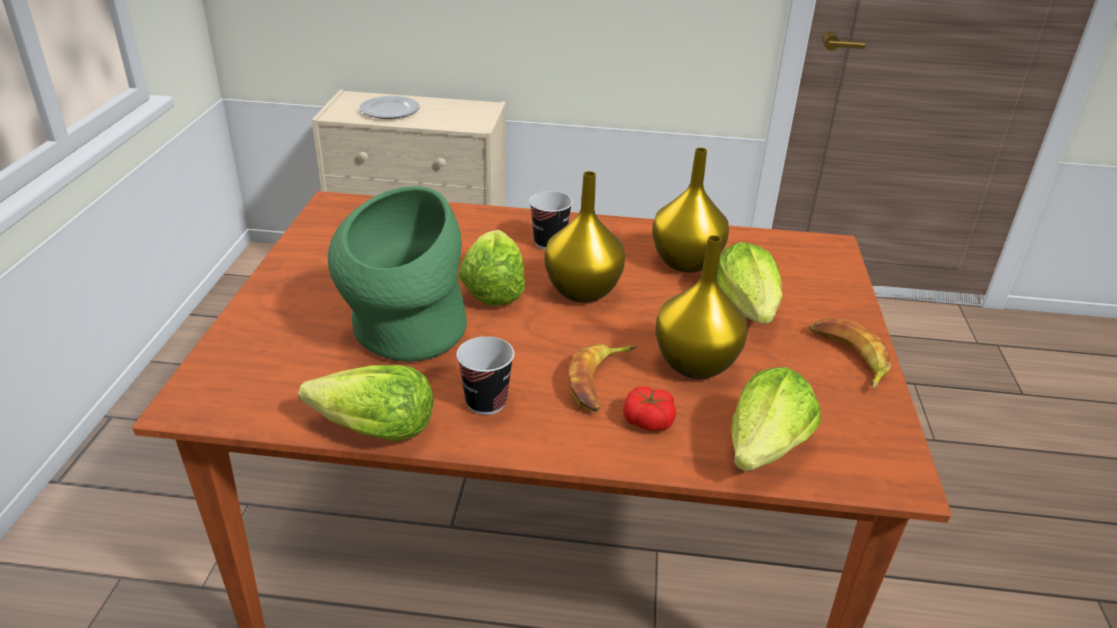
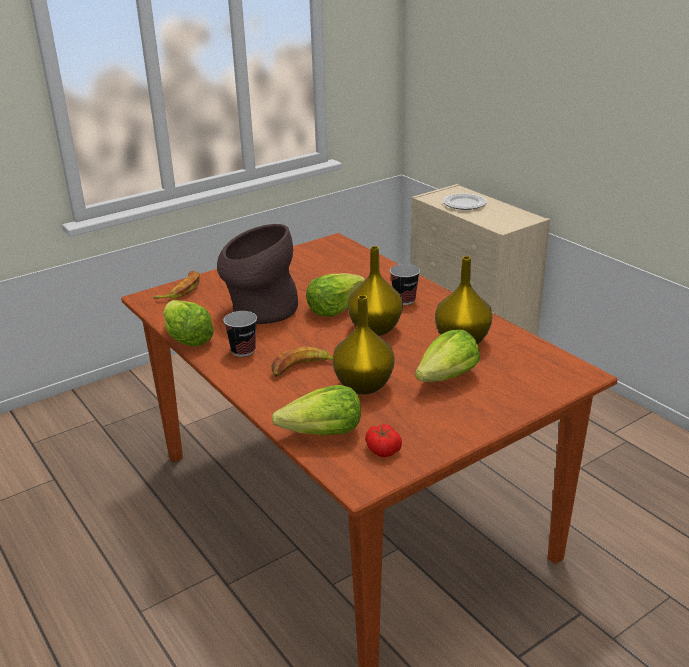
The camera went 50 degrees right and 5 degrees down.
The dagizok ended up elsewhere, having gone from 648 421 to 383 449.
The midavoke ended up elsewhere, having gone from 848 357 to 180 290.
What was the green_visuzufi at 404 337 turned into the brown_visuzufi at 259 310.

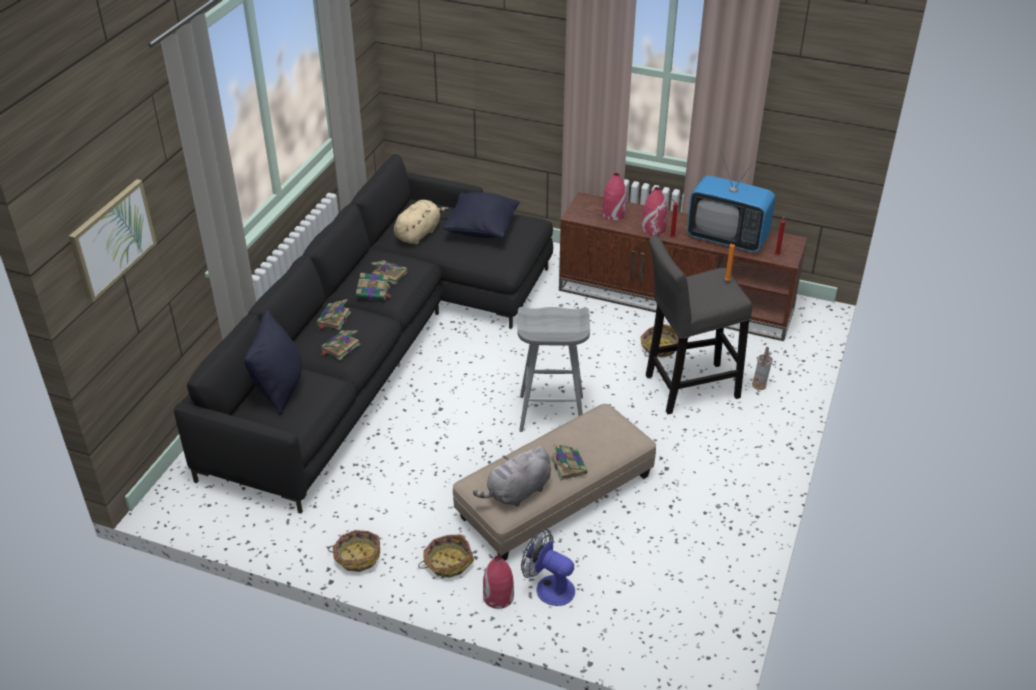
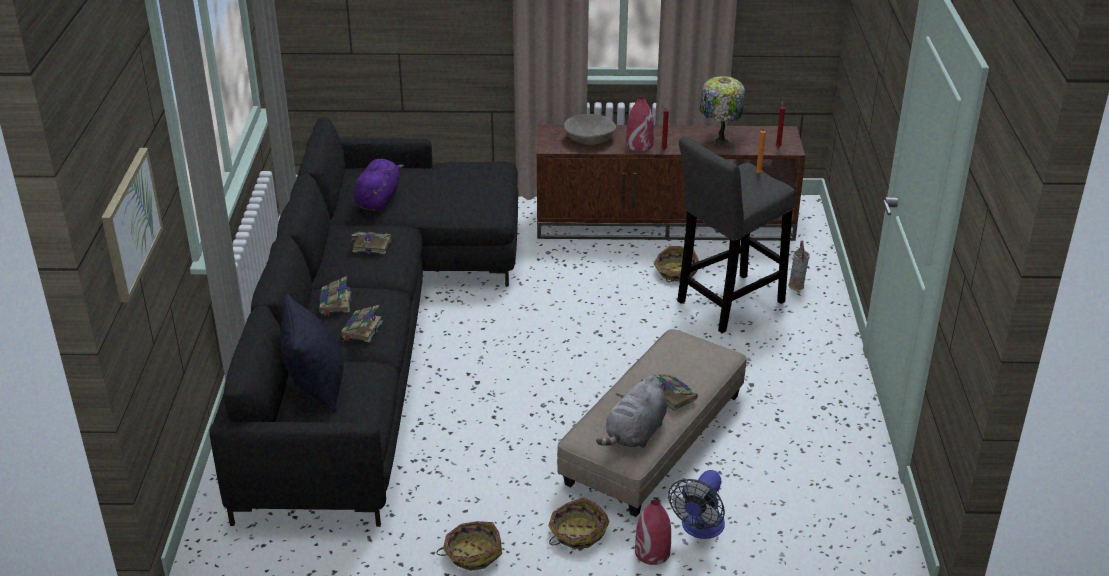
The camera went 20 degrees left and 5 degrees down.
The second view lost the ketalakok at 374 292.
The second view lost the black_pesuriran at 482 230.
The second view lost the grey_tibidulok at 550 414.
Where the red_visuzufi stood at 613 214, the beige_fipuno came to stand at 589 138.
Where the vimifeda stood at 727 238, the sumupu came to stand at 719 140.
What was the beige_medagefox at 418 233 turned into the purple_medagefox at 378 199.
The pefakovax at 549 587 ended up facing another way, 75 degrees counterclockwise from before.

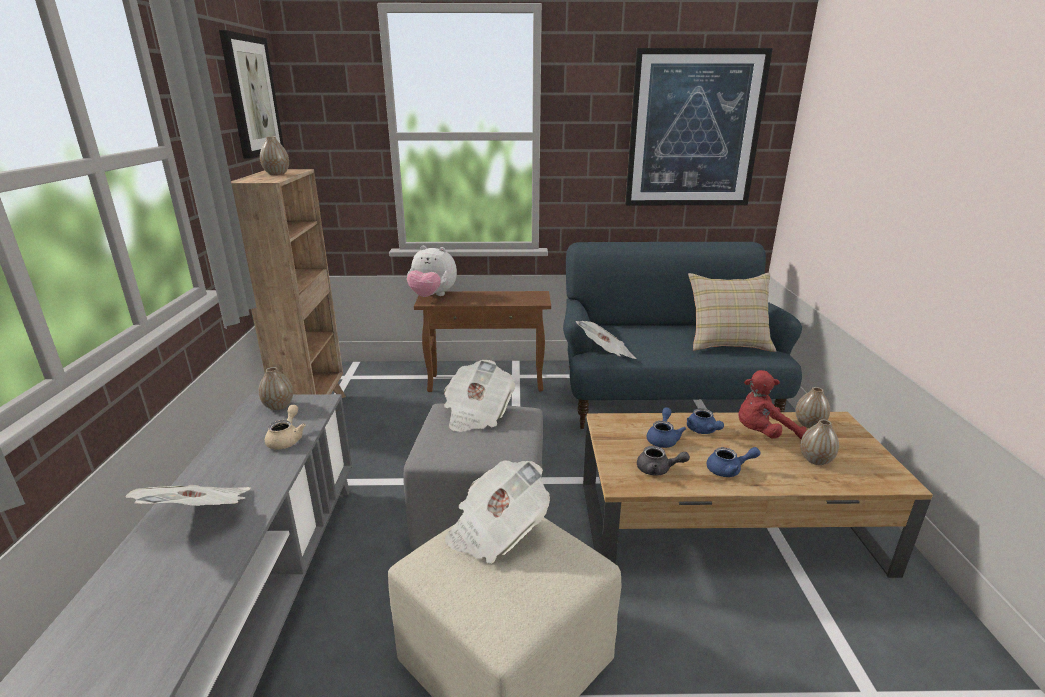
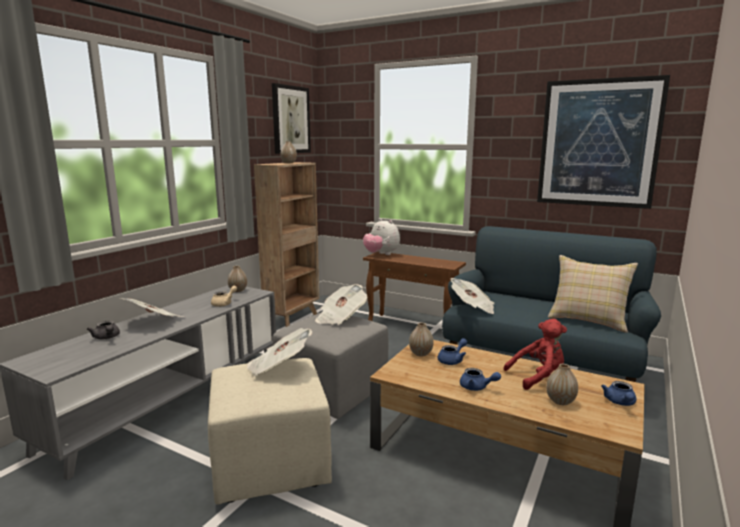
The camera went 30 degrees right and 10 degrees down.
The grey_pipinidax ended up elsewhere, having gone from 658 470 to 107 338.
The blue_pipinidax ended up elsewhere, having gone from 703 431 to 620 403.
The visuzufi ended up elsewhere, having gone from 809 424 to 420 354.
The red_medagefox at 762 434 ended up facing another way, 150 degrees clockwise from before.

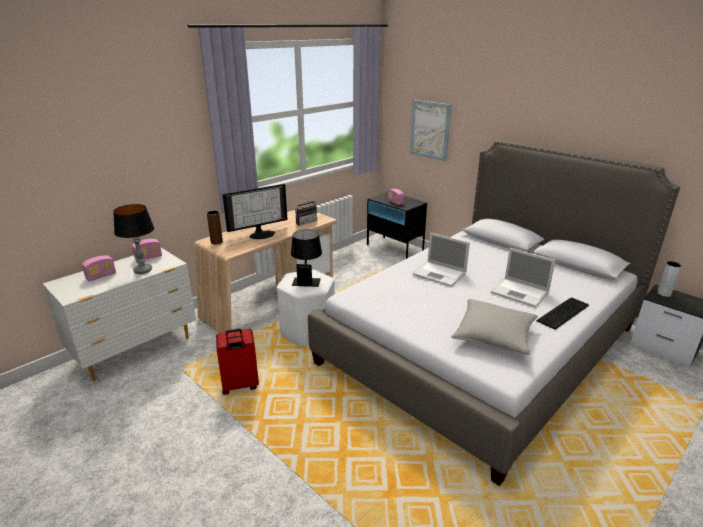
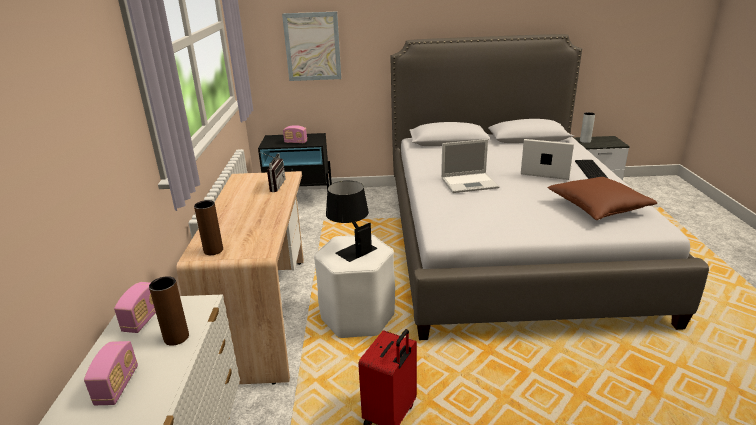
The camera went 45 degrees left and 0 degrees up.
The second view lost the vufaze at 261 234.
Where the sumupu stood at 143 270, the brown_visuzufi came to stand at 176 337.
What was the grey_pesuriran at 494 336 turned into the brown_pesuriran at 598 208.
The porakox at 521 293 ended up facing another way, 150 degrees counterclockwise from before.

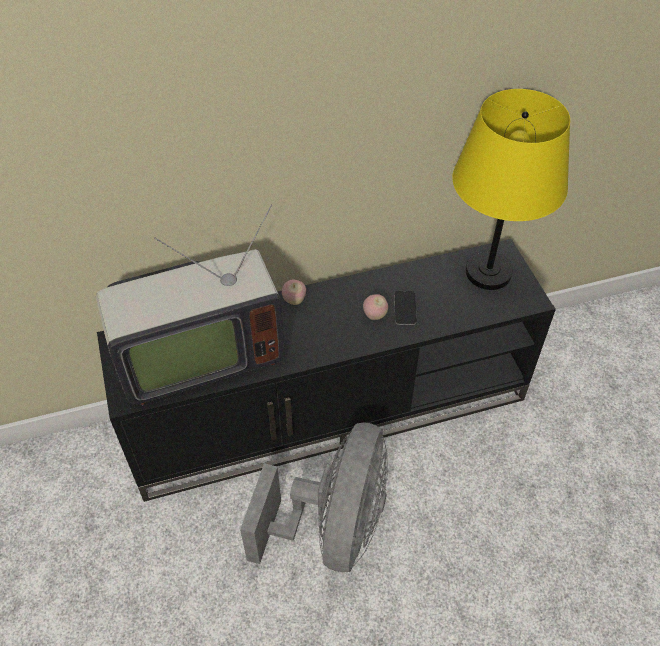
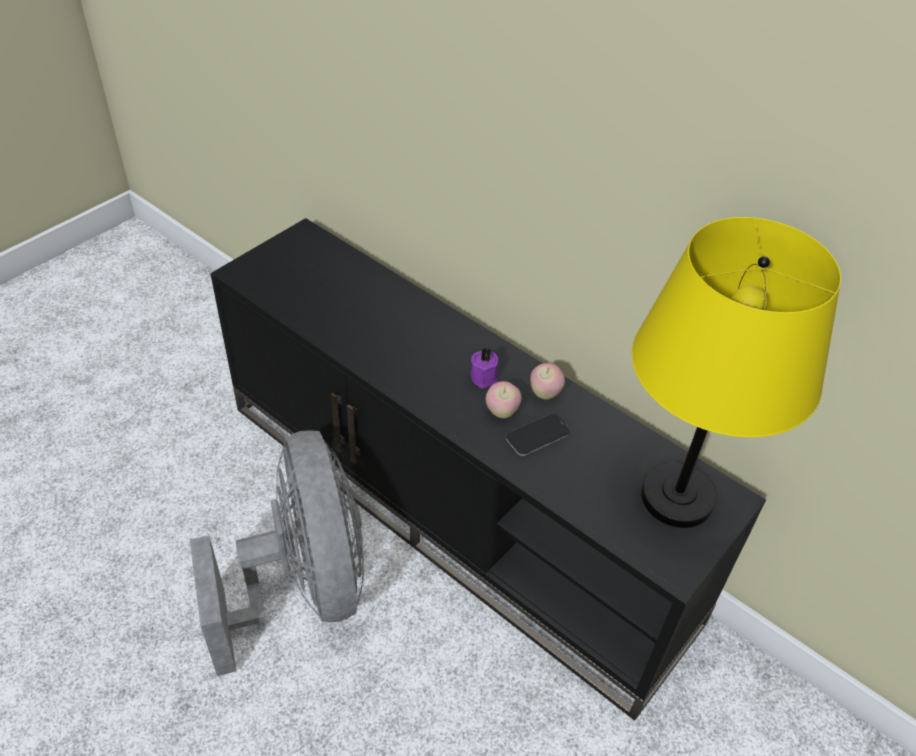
The camera went 55 degrees right and 5 degrees down.
The second view lost the vimifeda at 196 356.
The second view gained the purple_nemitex at 485 377.
The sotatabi ended up elsewhere, having gone from 294 300 to 545 393.
The grey_pefakovax at 333 527 ended up facing another way, 90 degrees counterclockwise from before.

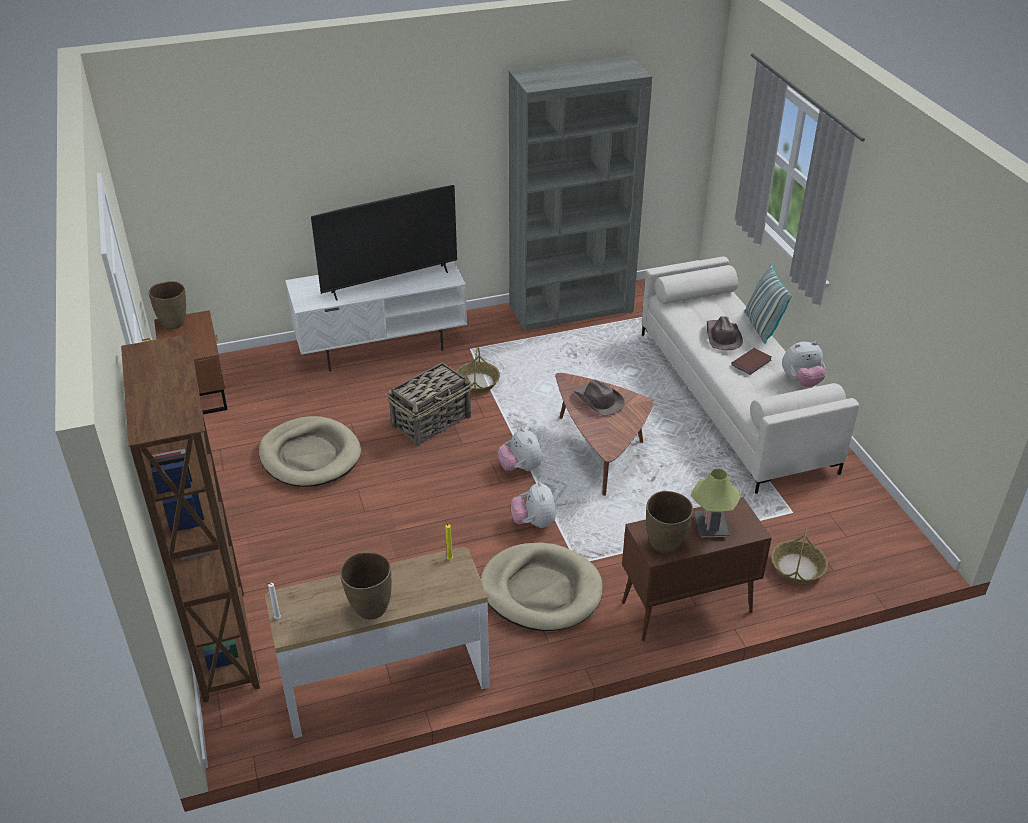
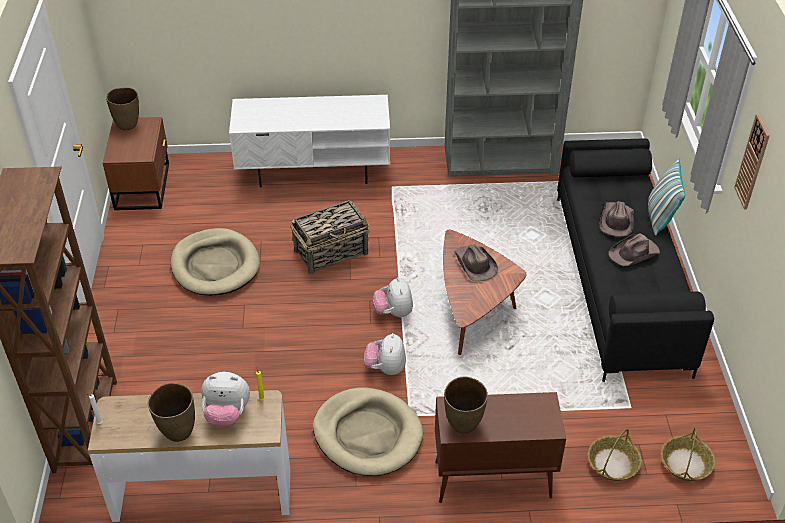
The camera went 15 degrees right and 5 degrees up.
The second view lost the vimifeda at 390 282.
The second view lost the sumupu at 710 526.
The second view gained the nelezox at 752 162.
The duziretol ended up elsewhere, having gone from 477 382 to 685 463.
The medagefox ended up elsewhere, having gone from 801 381 to 227 414.
Where the brown_ketalakok stood at 752 362, the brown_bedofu came to stand at 634 253.
What was the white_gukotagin at 734 399 turned into the black_gukotagin at 620 282.

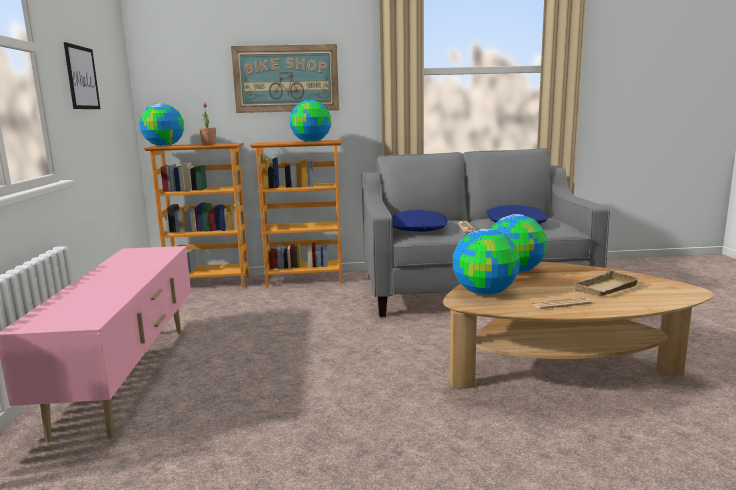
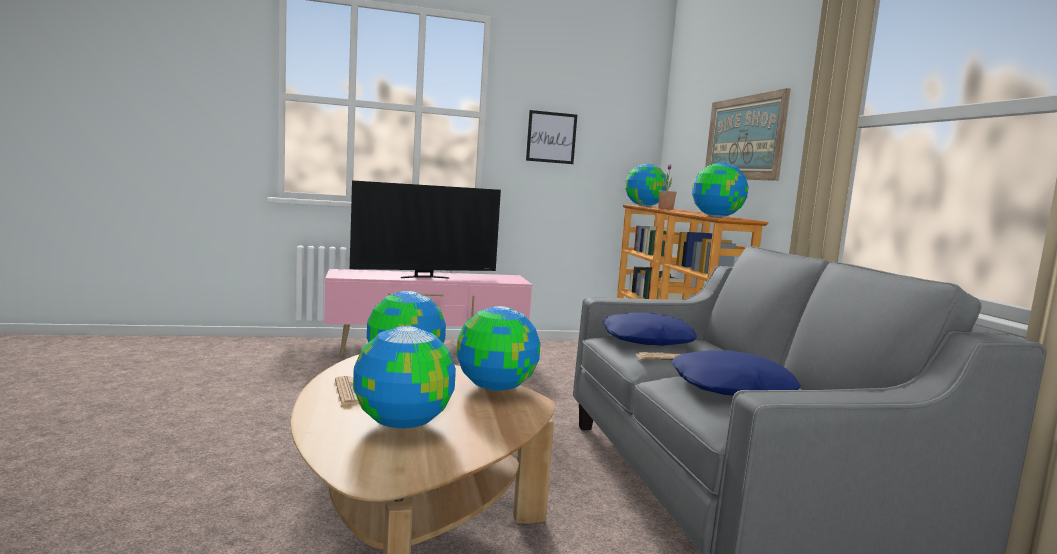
The camera went 80 degrees right and 5 degrees down.
The second view gained the vimifeda at 424 277.
Where the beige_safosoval stood at 607 289, the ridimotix came to stand at 402 424.

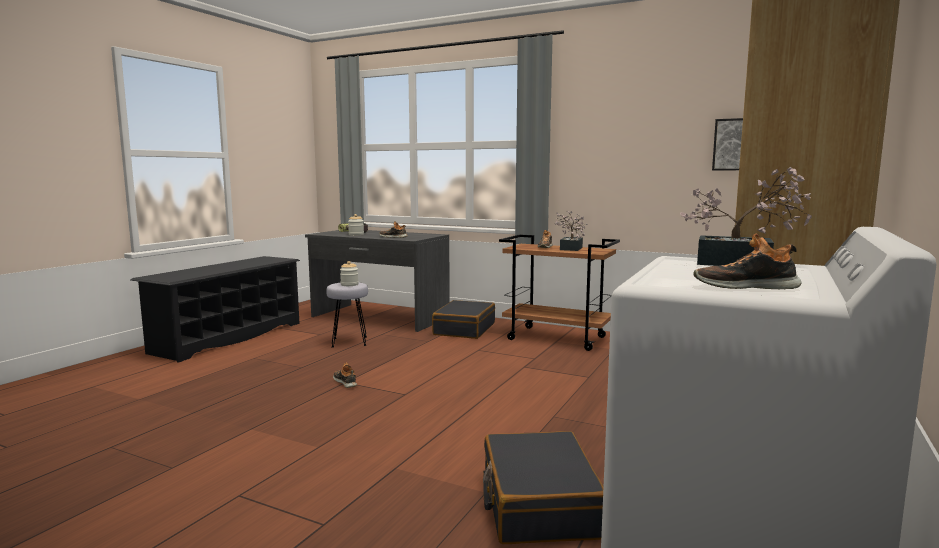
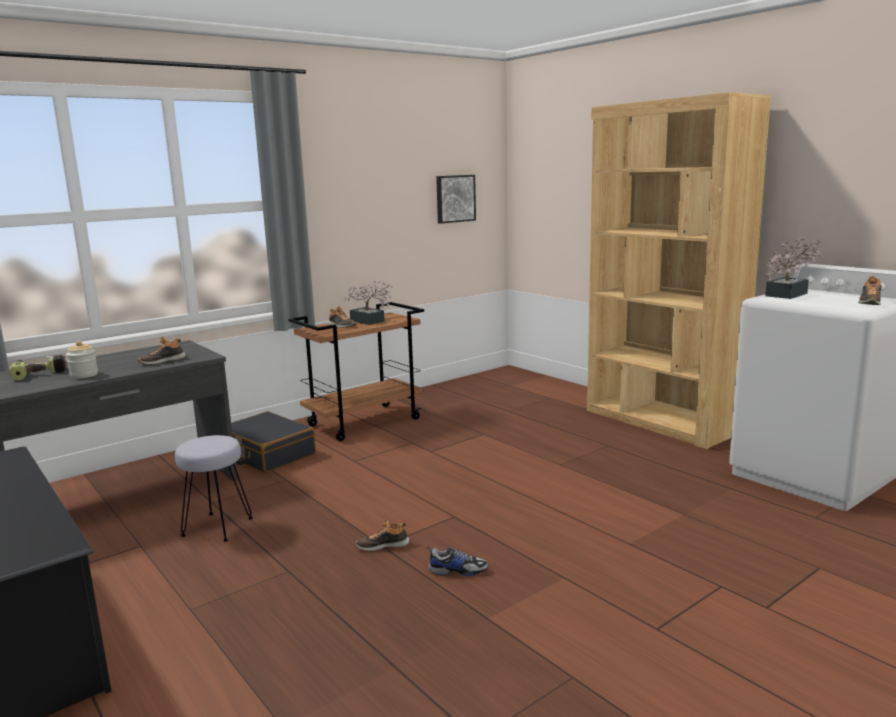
The camera went 65 degrees left and 5 degrees up.
The second view lost the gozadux at 349 285.
The second view lost the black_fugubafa at 538 504.
The second view gained the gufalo at 458 570.

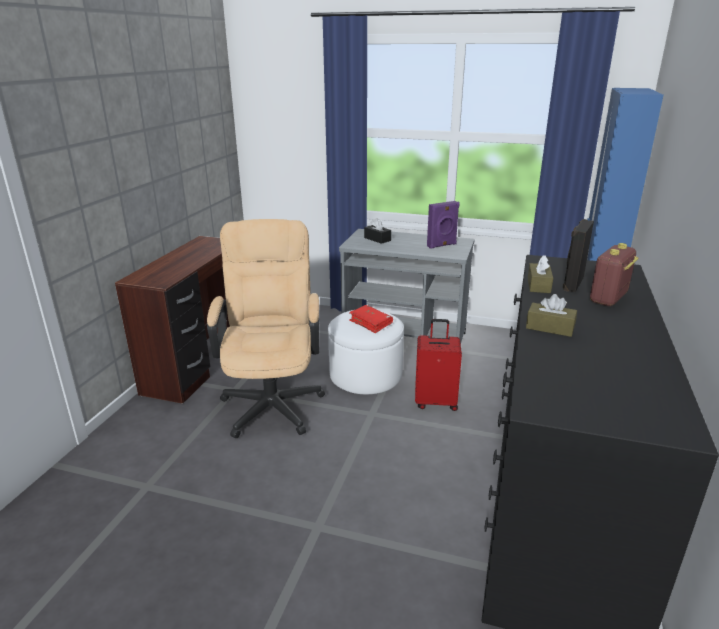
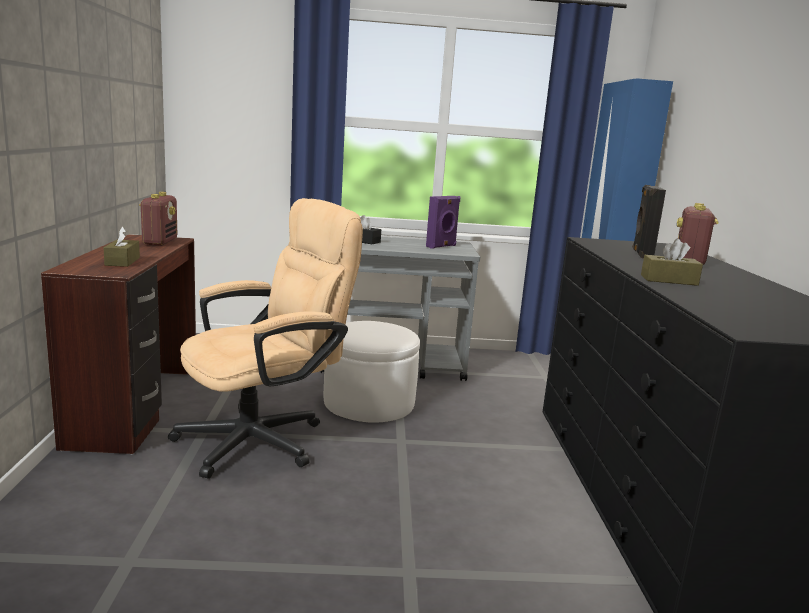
The camera went 20 degrees left and 10 degrees down.
The second view lost the red_ketalakok at 371 323.
The second view lost the red_fugubafa at 436 401.
The second view gained the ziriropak at 160 242.
The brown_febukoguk ended up elsewhere, having gone from 538 285 to 122 261.
The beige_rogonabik at 273 400 ended up facing another way, 75 degrees clockwise from before.

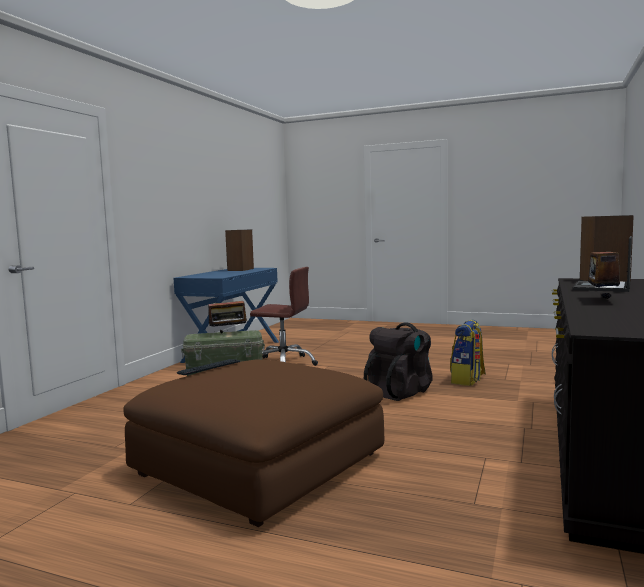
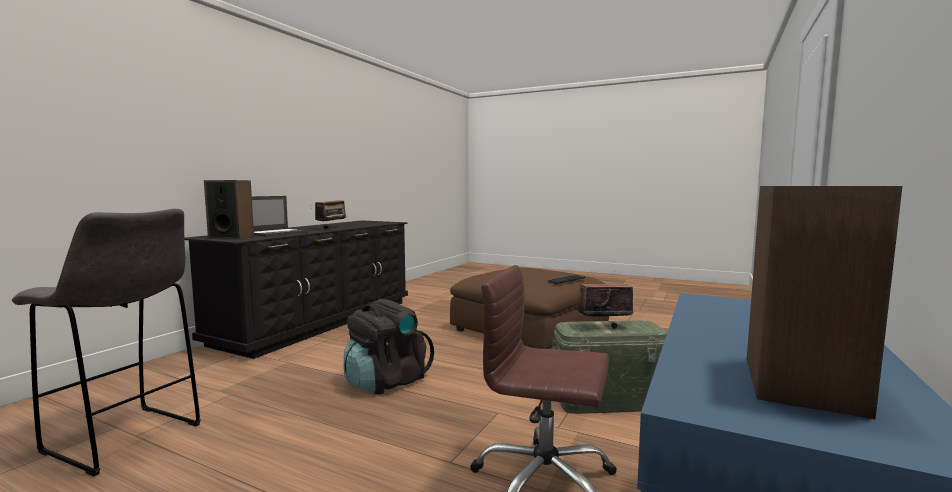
The camera went 175 degrees left and 0 degrees up.
The second view lost the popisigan at 468 380.
The second view gained the grey_tibidulok at 126 439.

